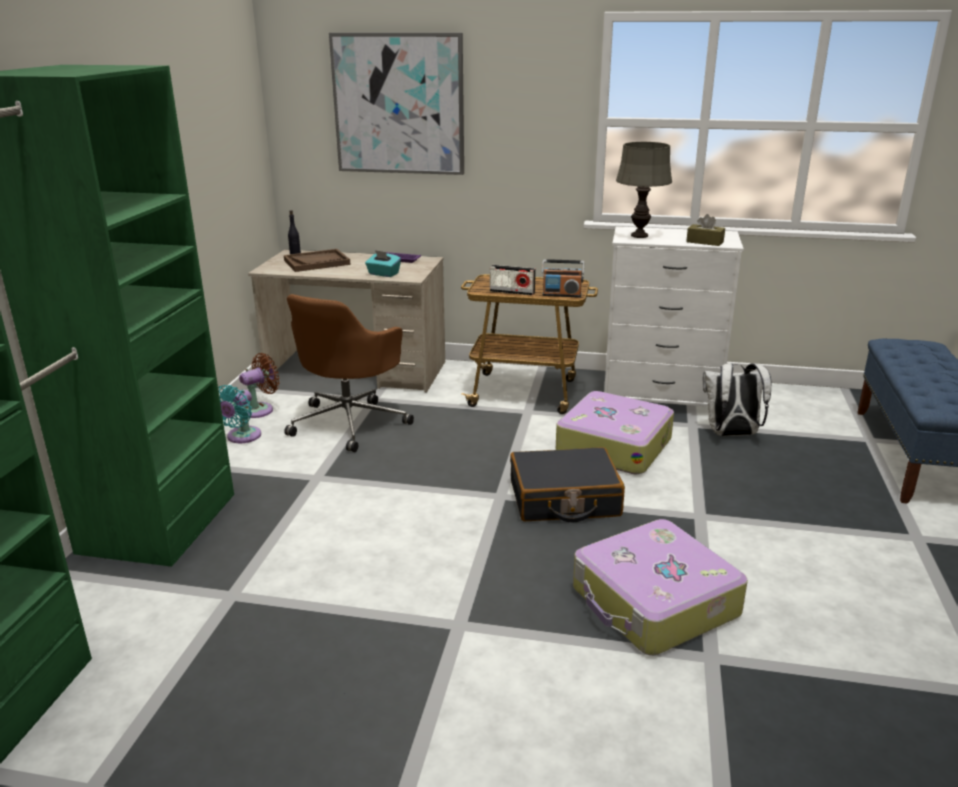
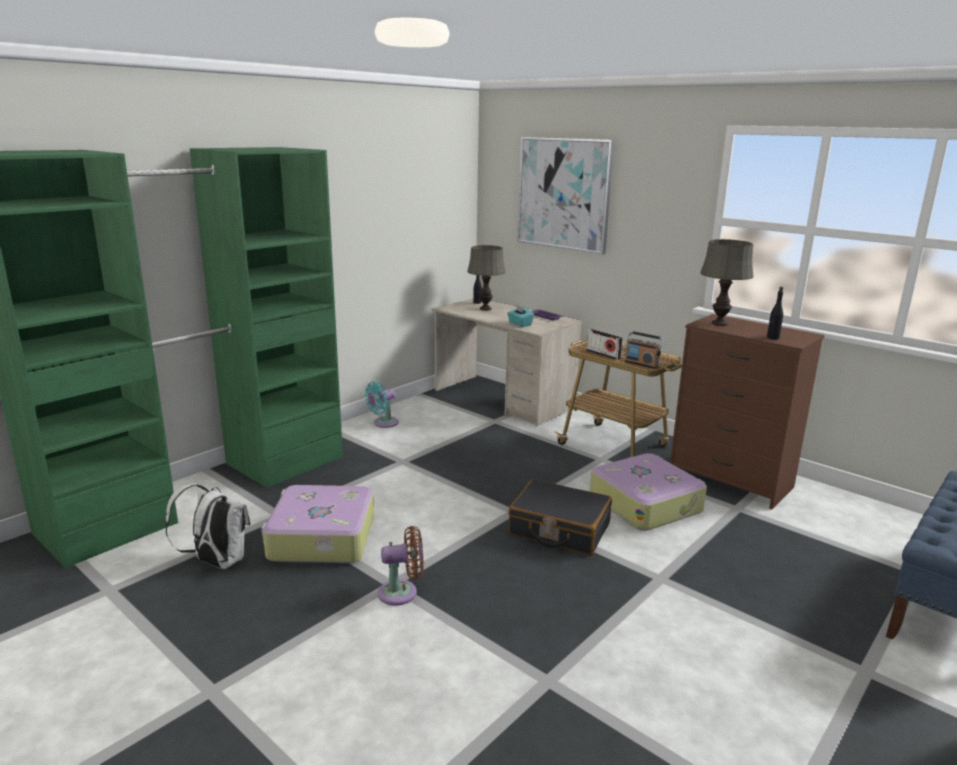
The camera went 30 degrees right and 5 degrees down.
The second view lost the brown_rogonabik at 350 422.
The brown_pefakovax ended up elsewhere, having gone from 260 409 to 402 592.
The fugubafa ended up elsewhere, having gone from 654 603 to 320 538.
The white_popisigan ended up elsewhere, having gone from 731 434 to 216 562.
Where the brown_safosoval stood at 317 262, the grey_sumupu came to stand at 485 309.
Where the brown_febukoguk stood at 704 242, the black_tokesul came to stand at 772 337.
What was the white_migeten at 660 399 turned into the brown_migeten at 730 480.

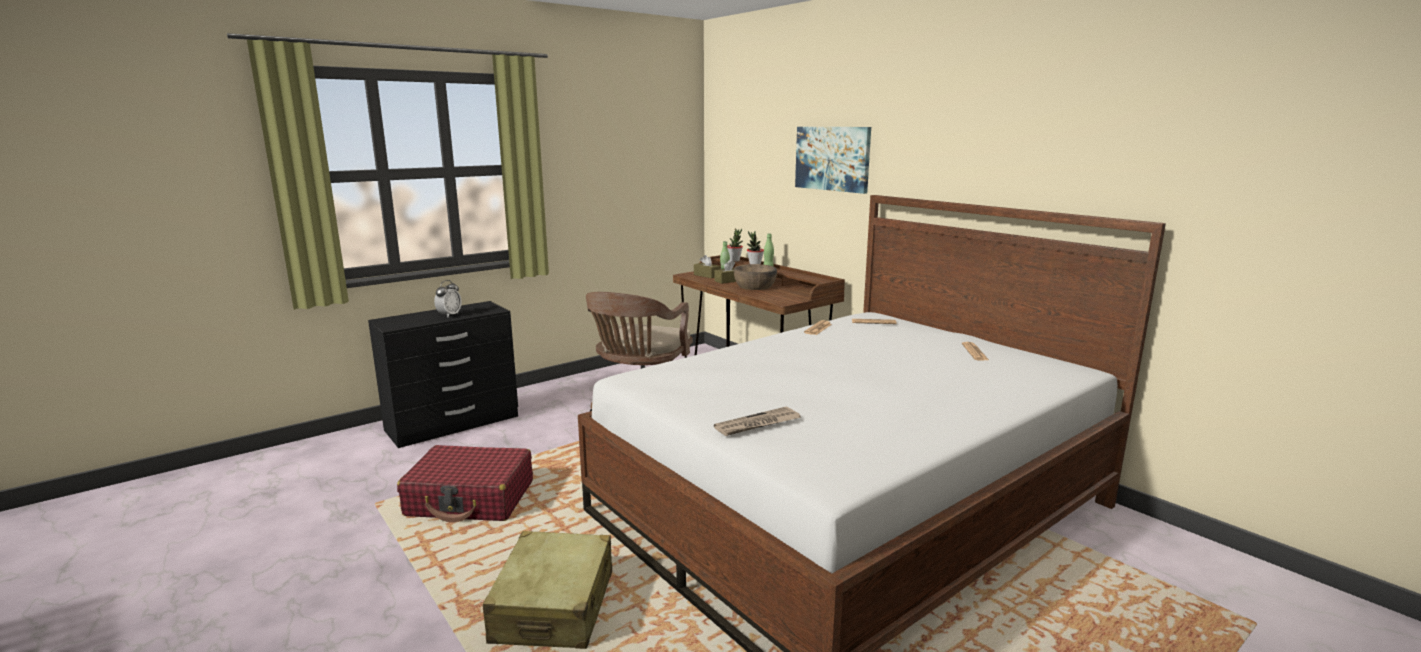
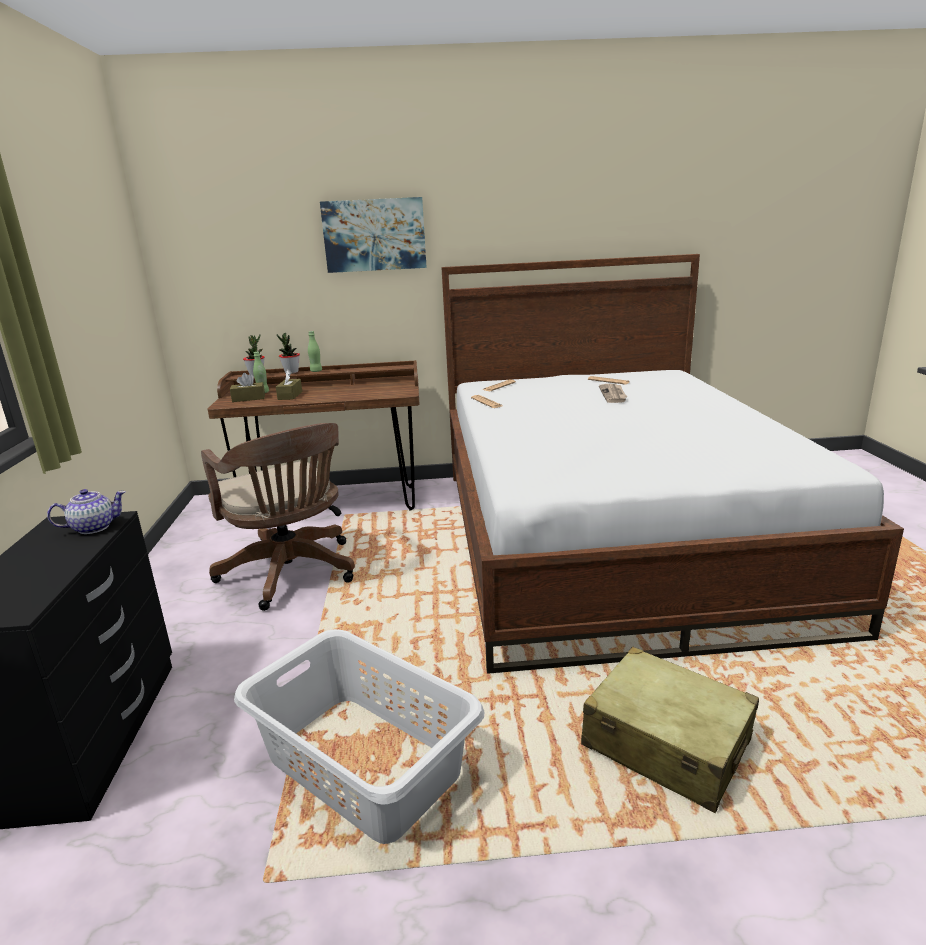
The camera went 55 degrees left and 5 degrees up.
The second view lost the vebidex at 449 315.
The second view lost the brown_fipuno at 755 286.
The second view gained the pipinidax at 93 527.
The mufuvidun ended up elsewhere, having gone from 757 424 to 613 395.
Where the red_fugubafa stood at 471 499, the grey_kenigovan came to stand at 364 763.

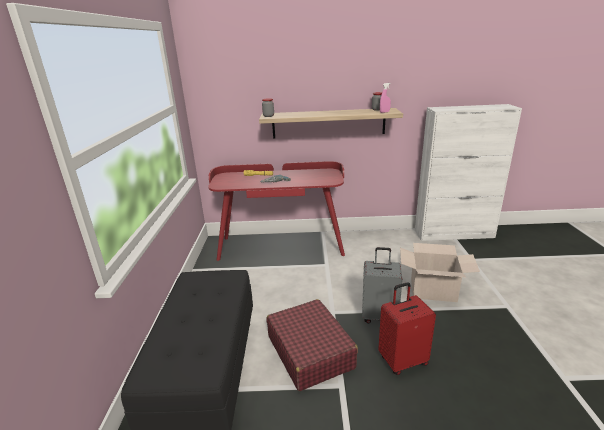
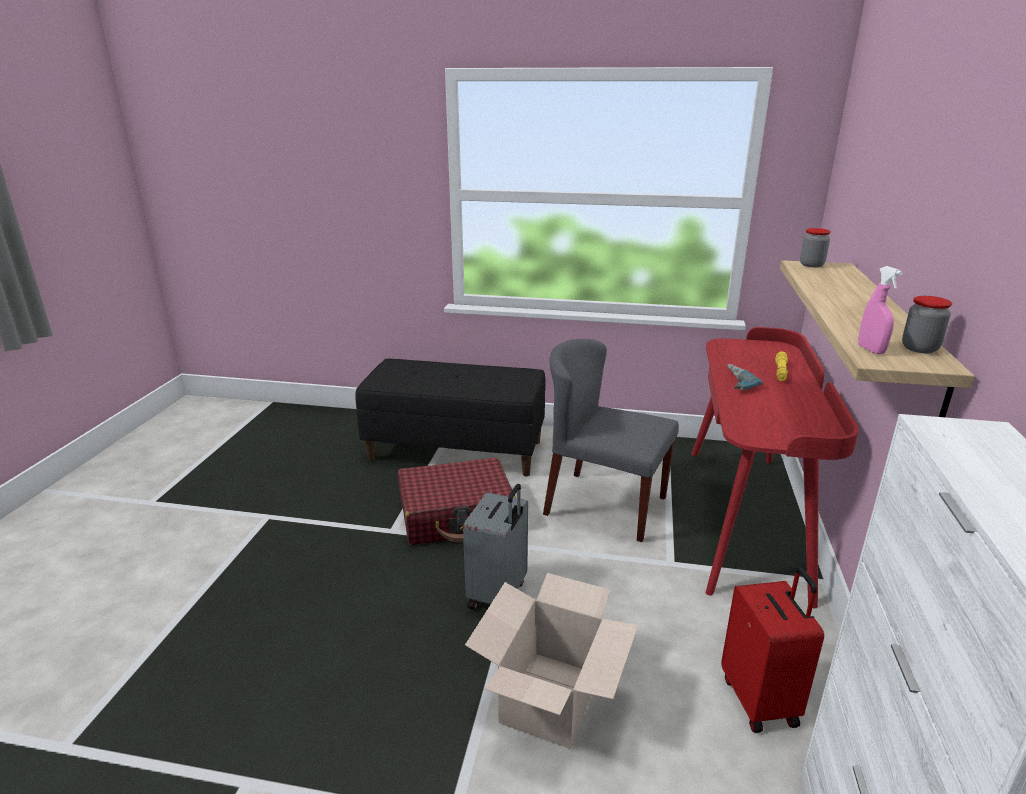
The camera went 100 degrees right and 0 degrees up.
The second view gained the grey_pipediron at 604 505.
The red_fugubafa ended up elsewhere, having gone from 402 360 to 761 700.

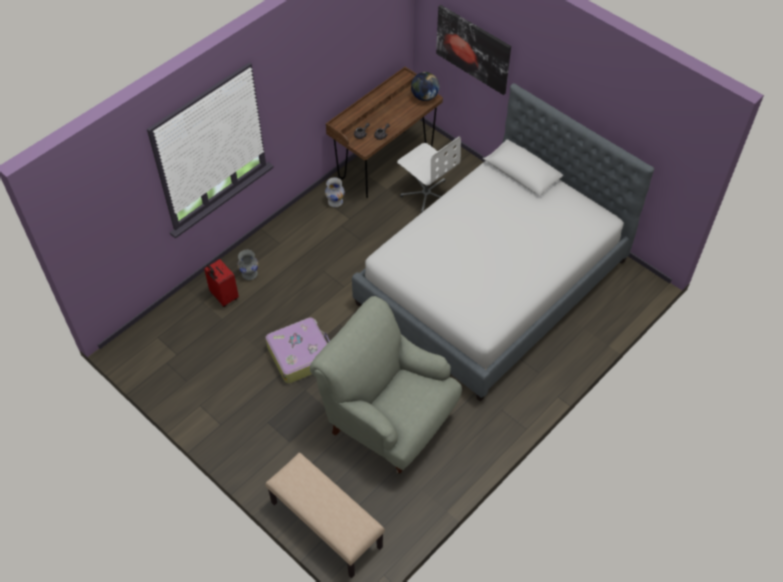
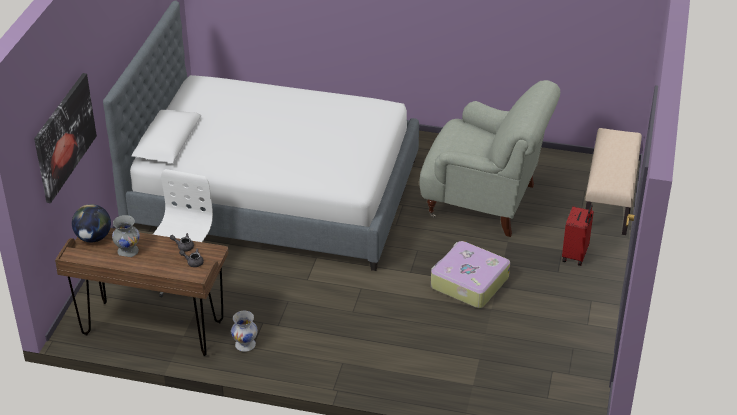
The camera went 120 degrees left and 15 degrees down.
The red_fugubafa ended up elsewhere, having gone from 223 297 to 575 255.
The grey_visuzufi ended up elsewhere, having gone from 249 274 to 128 252.
The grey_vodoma at 389 421 ended up facing another way, 75 degrees counterclockwise from before.

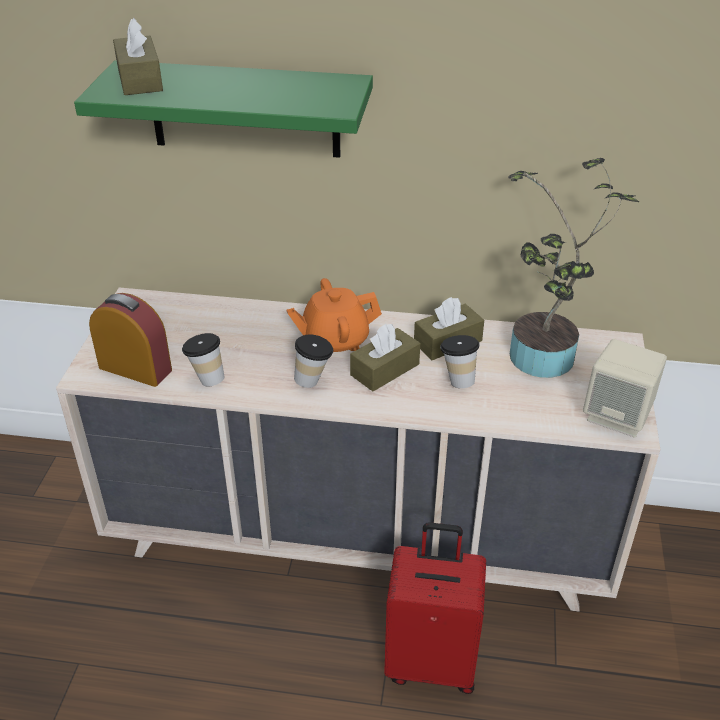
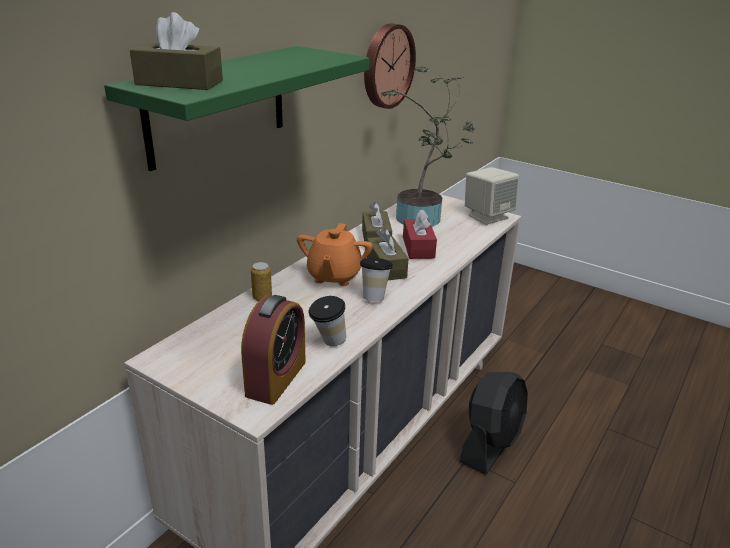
The camera went 65 degrees left and 10 degrees down.
The second view gained the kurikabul at 262 297.
The second view gained the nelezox at 386 66.
Where the red_fugubafa stood at 432 662, the black_pefakovax came to stand at 491 444.
Where the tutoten stood at 457 379, the red_febukoguk came to stand at 418 247.
The vebidex at 135 368 ended up facing another way, 150 degrees clockwise from before.

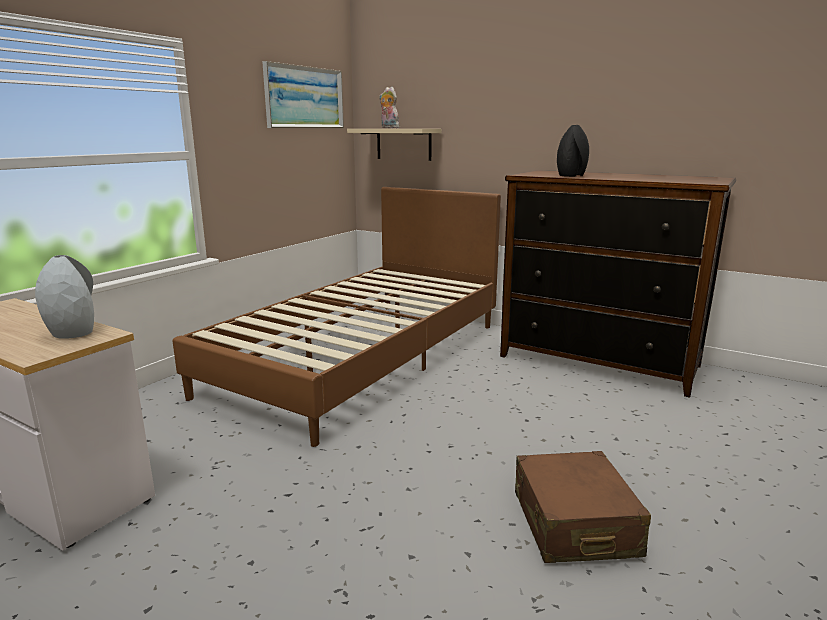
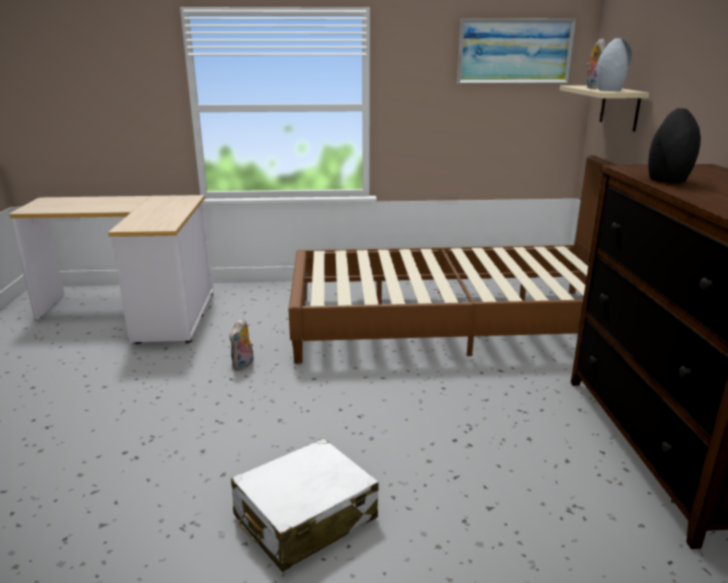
The camera went 55 degrees right and 5 degrees up.
The second view gained the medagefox at 243 365.
The grey_visuzufi ended up elsewhere, having gone from 73 332 to 610 90.
What was the brown_fugubafa at 574 523 turned into the white_fugubafa at 305 517.

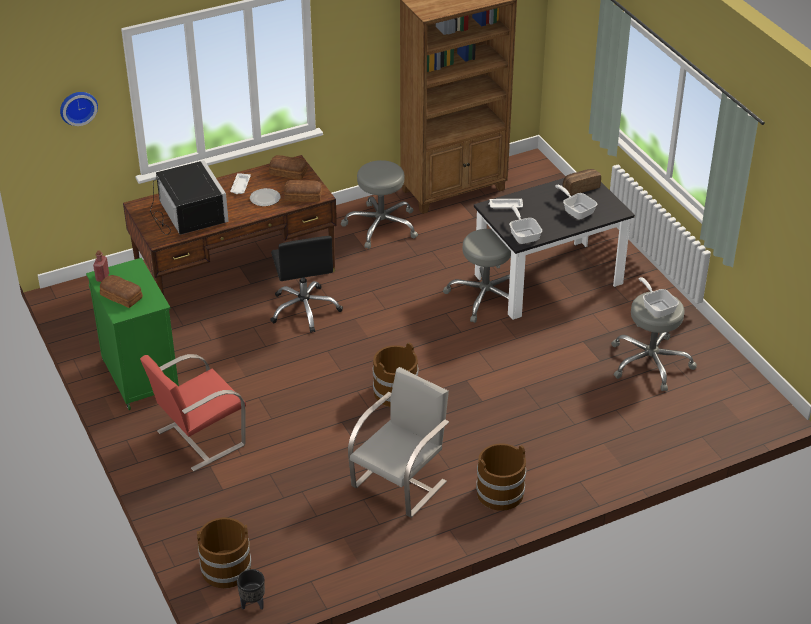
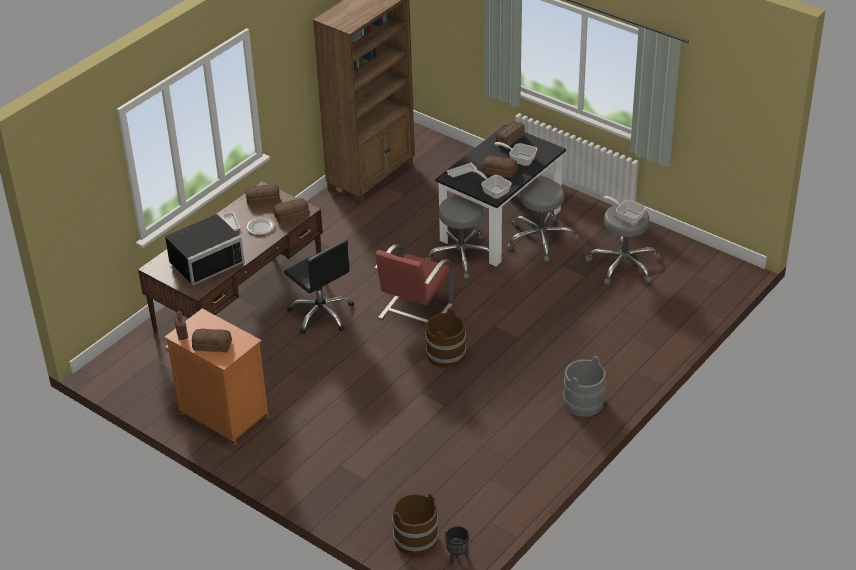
The camera went 25 degrees left and 0 degrees up.
The second view lost the nelezox at 78 107.
The second view lost the grey_pipediron at 400 483.
The second view gained the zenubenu at 500 171.
The red_pipediron ended up elsewhere, having gone from 199 439 to 414 312.
The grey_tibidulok ended up elsewhere, having gone from 381 226 to 540 239.
What was the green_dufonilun at 139 376 turned into the orange_dufonilun at 222 415.
What was the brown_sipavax at 500 493 turned into the grey_sipavax at 583 402.
The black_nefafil at 188 214 ended up facing another way, 105 degrees clockwise from before.

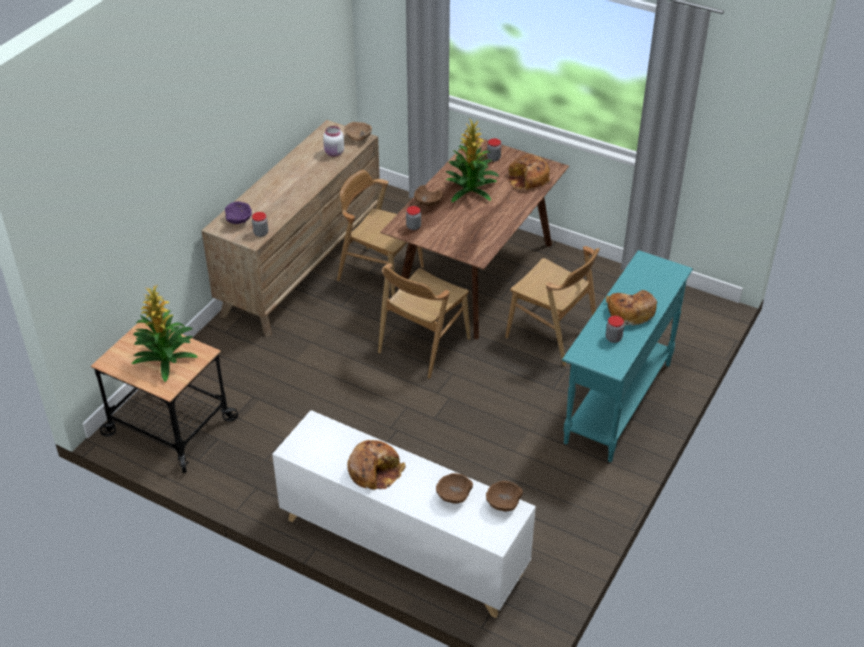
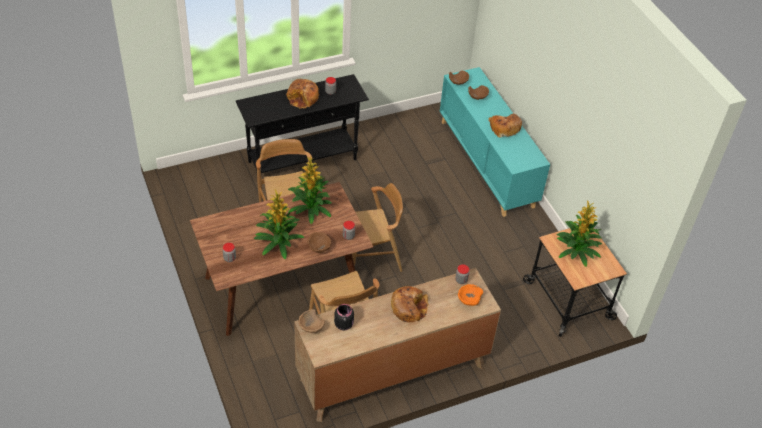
The camera went 145 degrees left and 5 degrees up.
The second view gained the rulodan at 310 208.
The zenubenu ended up elsewhere, having gone from 528 179 to 409 307.
What was the purple_fipuno at 239 221 turned into the orange_fipuno at 468 300.
What was the white_dufonilun at 402 546 turned into the turquoise_dufonilun at 486 163.
What was the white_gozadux at 334 153 turned into the black_gozadux at 344 324.
What was the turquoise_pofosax at 617 403 turned into the black_pofosax at 303 160.

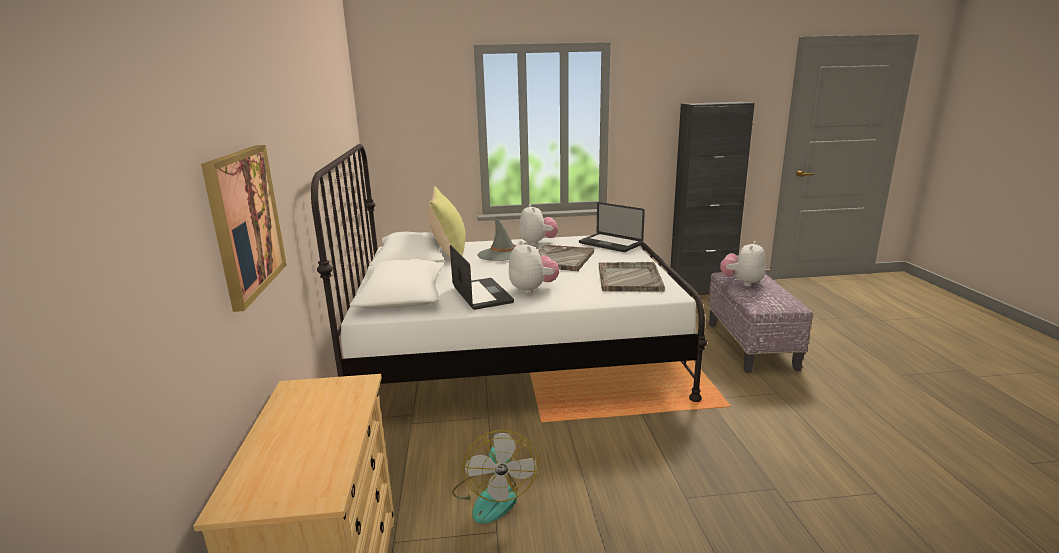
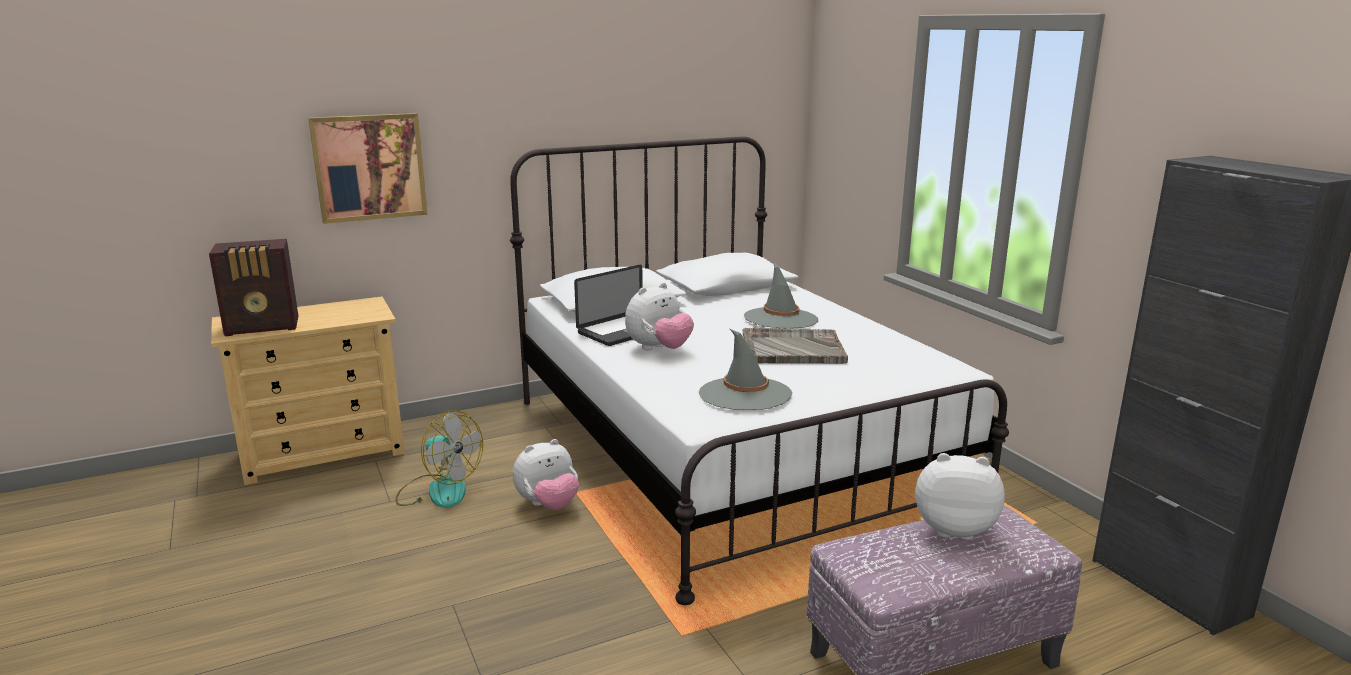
The camera went 70 degrees right and 0 degrees up.
The second view lost the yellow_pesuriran at 449 253.
The second view lost the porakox at 610 244.
The second view gained the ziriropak at 264 327.
The medagefox ended up elsewhere, having gone from 537 243 to 548 505.
Where the grey_safosoval stood at 629 278, the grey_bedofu came to stand at 745 394.
The pefakovax at 493 496 ended up facing another way, 120 degrees counterclockwise from before.

